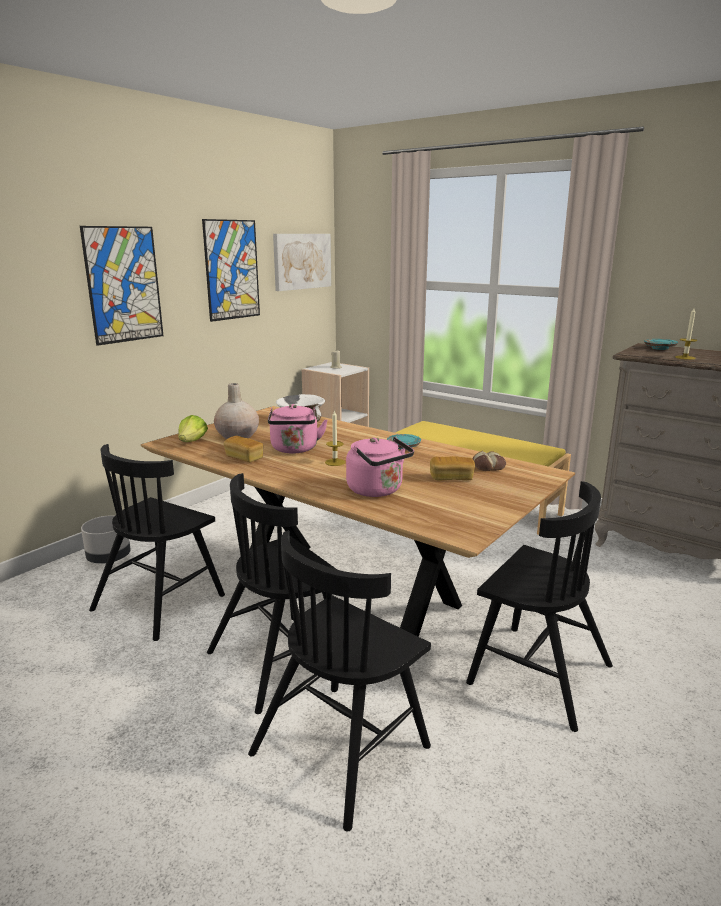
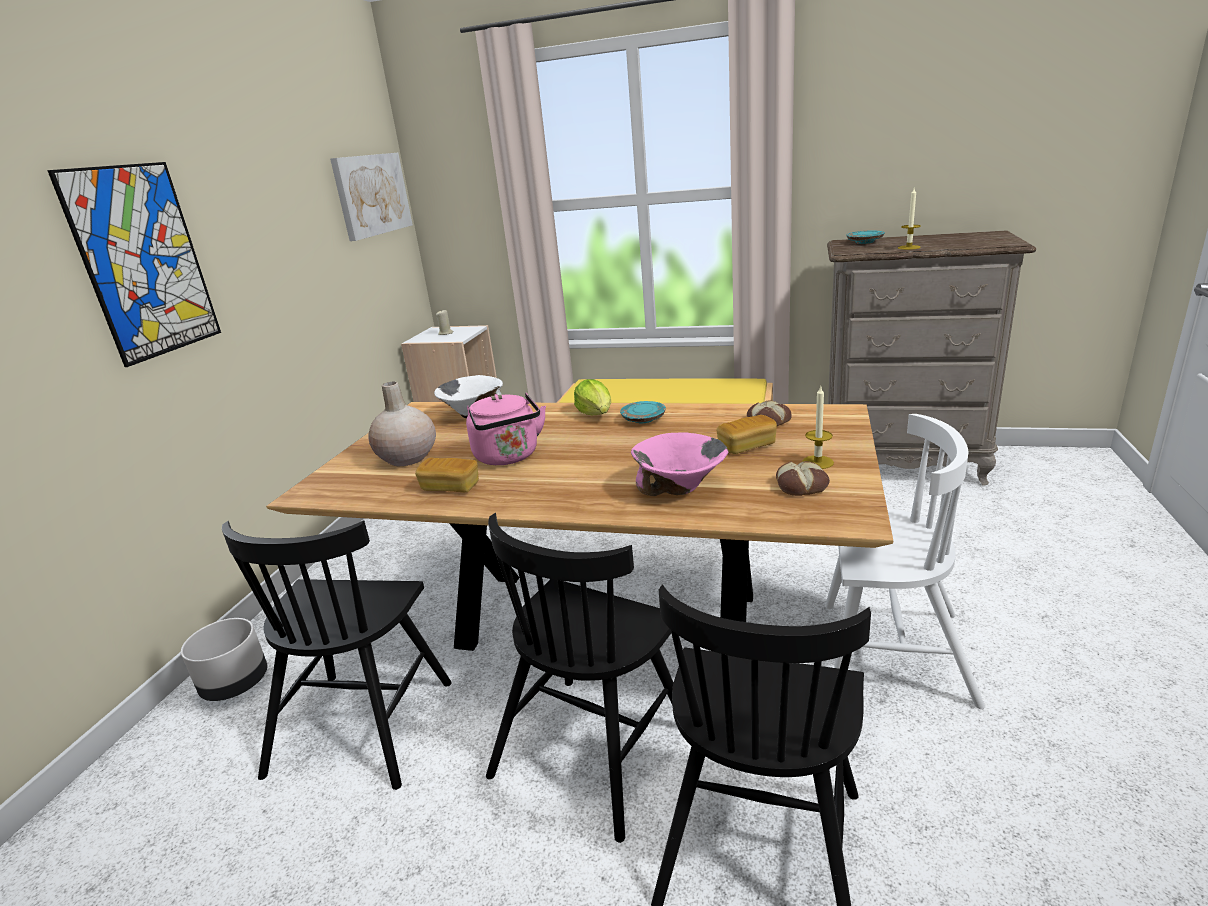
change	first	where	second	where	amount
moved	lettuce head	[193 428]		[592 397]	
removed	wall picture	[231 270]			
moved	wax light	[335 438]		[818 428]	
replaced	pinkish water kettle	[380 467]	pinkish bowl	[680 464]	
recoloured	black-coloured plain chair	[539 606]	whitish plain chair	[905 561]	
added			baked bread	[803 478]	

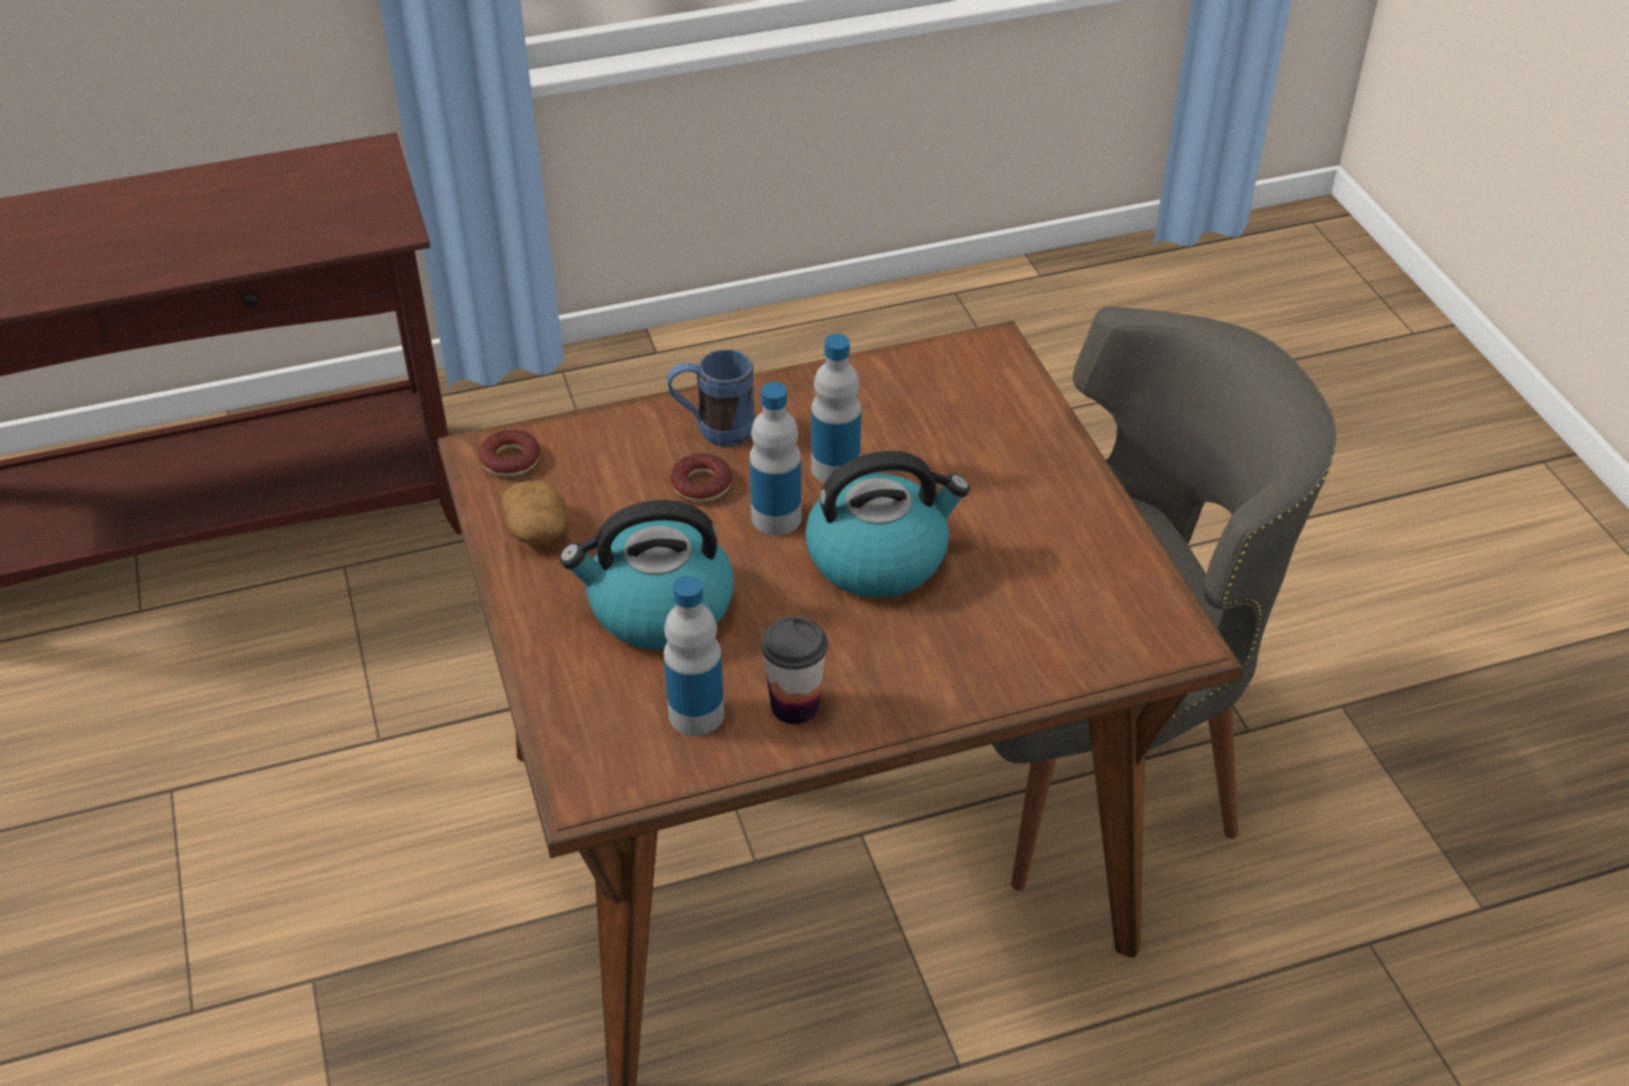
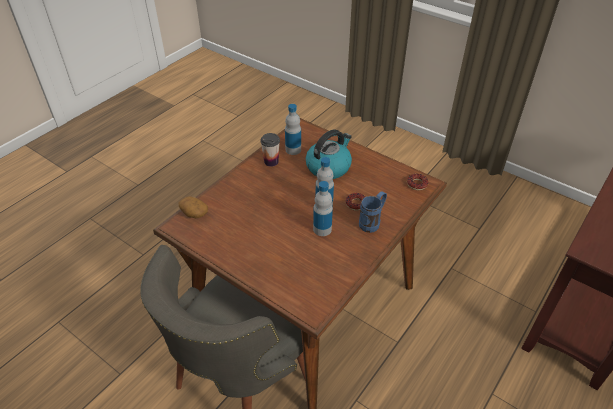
change	first	where	second	where	amount
moved	whole potato	[534 512]		[193 207]	
removed	water kettle	[887 524]			

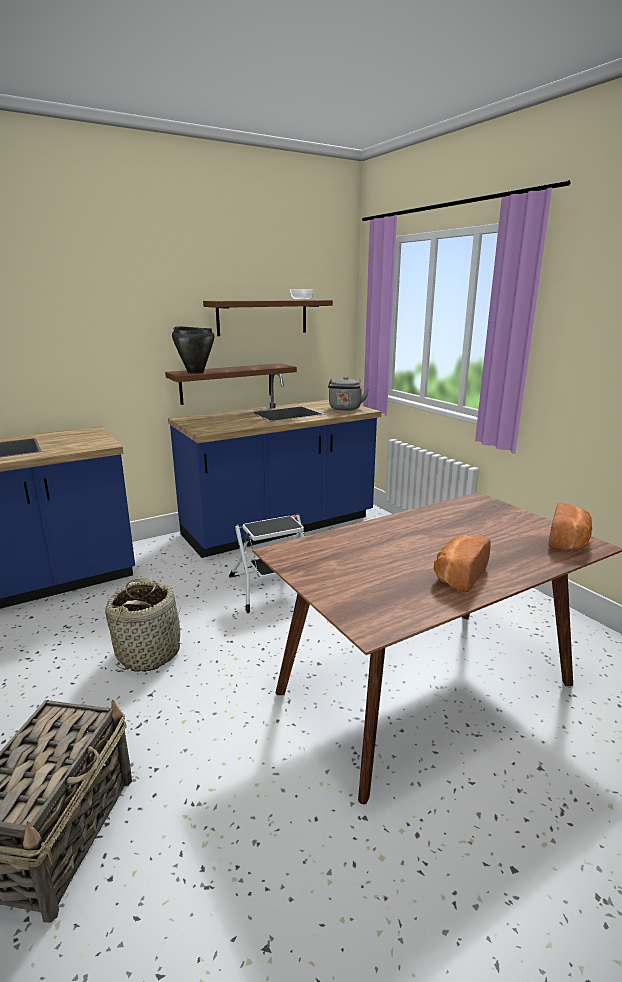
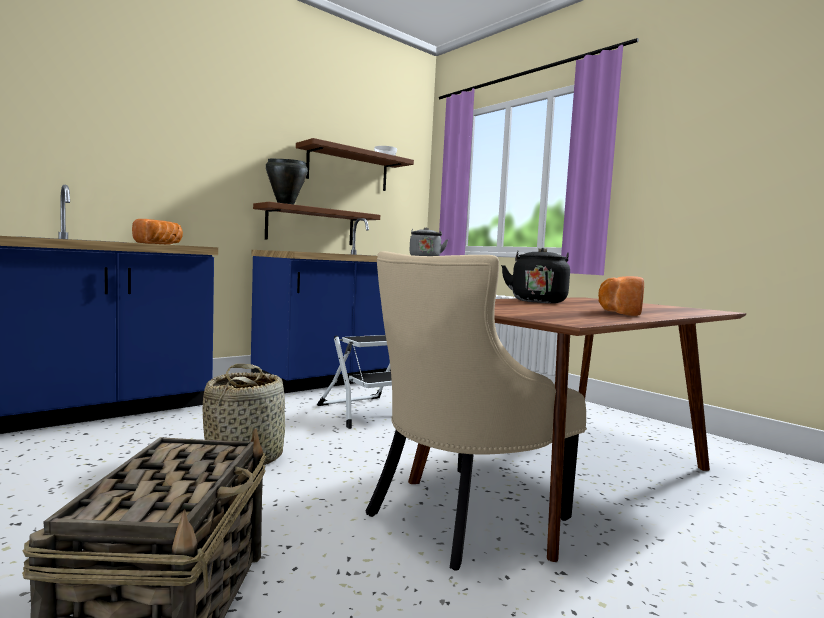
change	first	where	second	where	amount
moved	baked bread	[570 526]		[157 231]	
added			beige-coloured plain chair	[476 411]	
added			black-coloured water kettle	[535 275]	

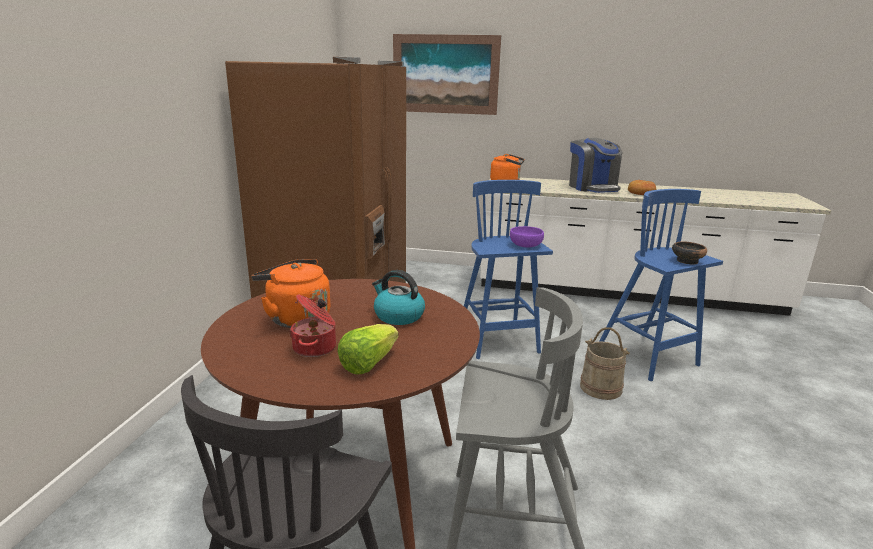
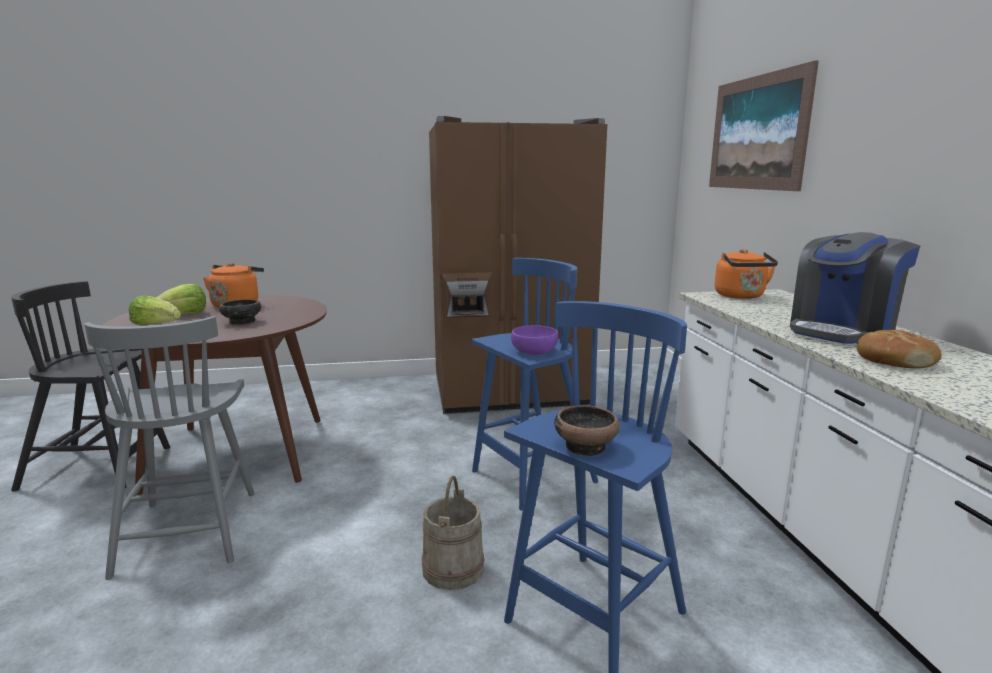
change	first	where	second	where	amount
replaced	cooking pot	[312 326]	lettuce head	[181 299]	
replaced	water kettle	[398 297]	bowl	[240 312]	

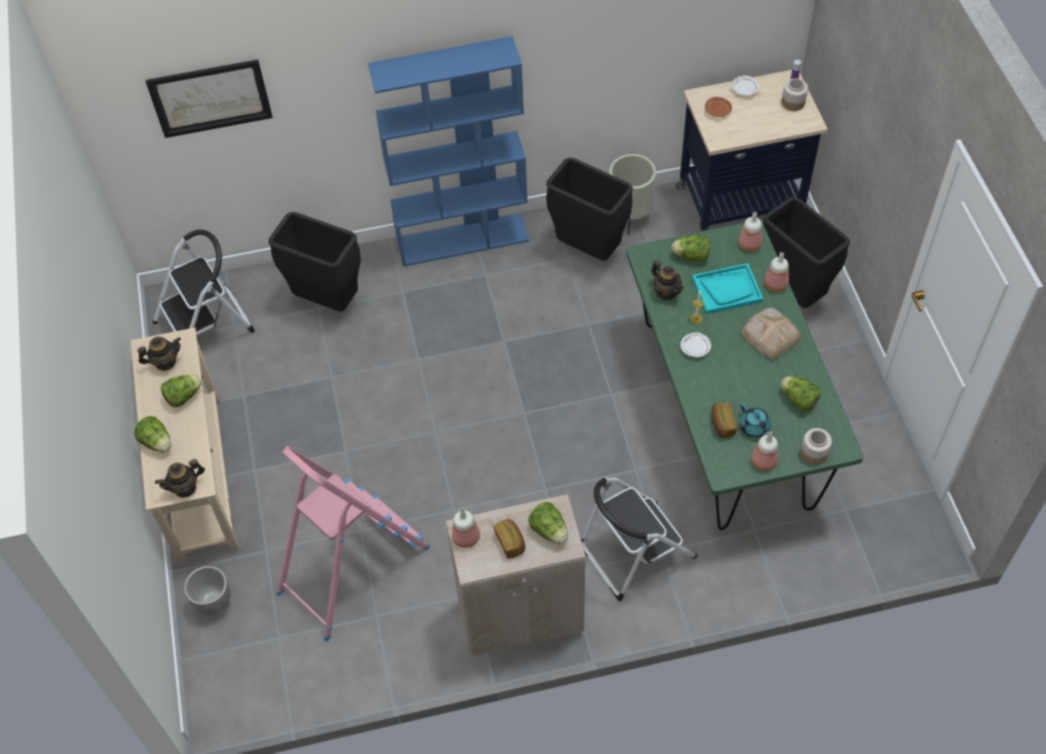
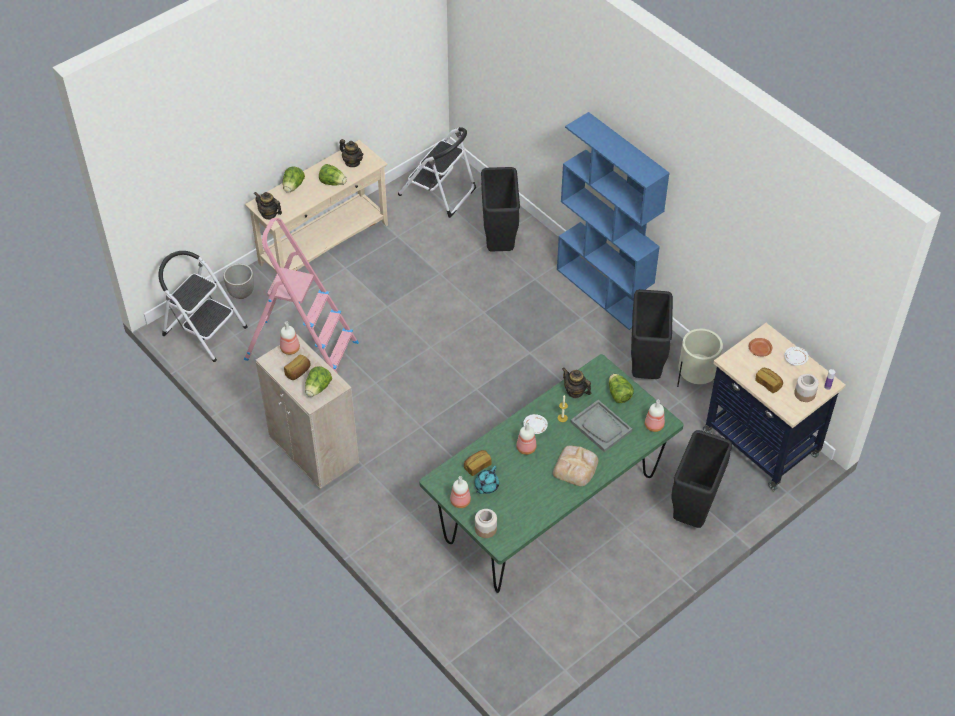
change	first	where	second	where	amount
removed	wall picture	[209 98]			
moved	step stool	[639 539]		[203 306]	
turned	teapot	[667 280]		[576 382]	105 degrees clockwise
recoloured	turquoise serving tray	[727 288]	gray serving tray	[601 426]	
moved	bottle	[776 272]		[526 438]	
removed	lettuce head	[801 394]			
added			baked bread	[769 380]	

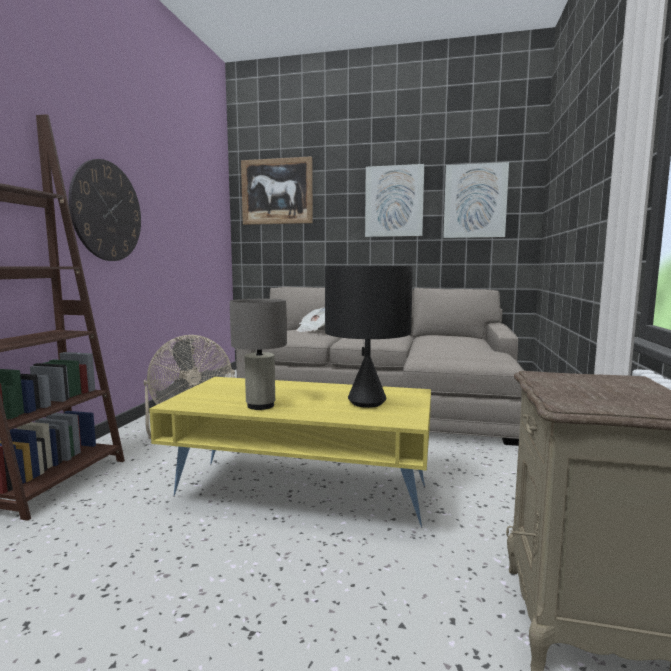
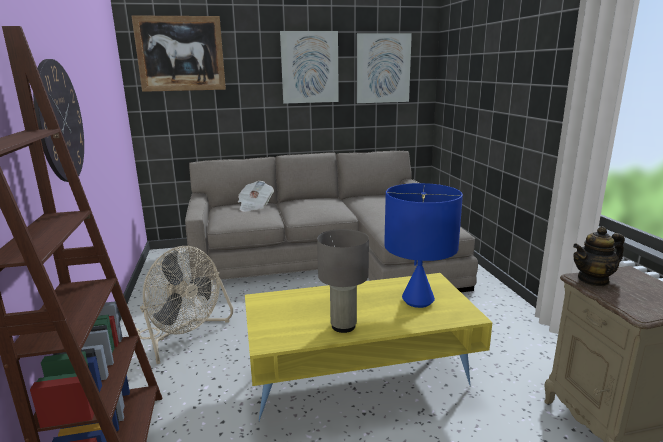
change	first	where	second	where	amount
recoloured	black-coloured lamp for a table	[369 337]	bluish lamp for a table	[423 245]	
added			teapot	[599 256]	

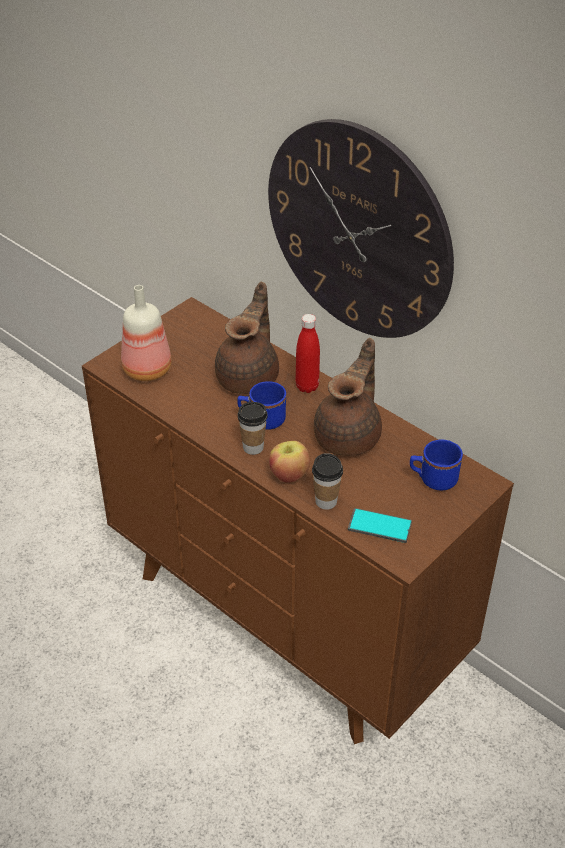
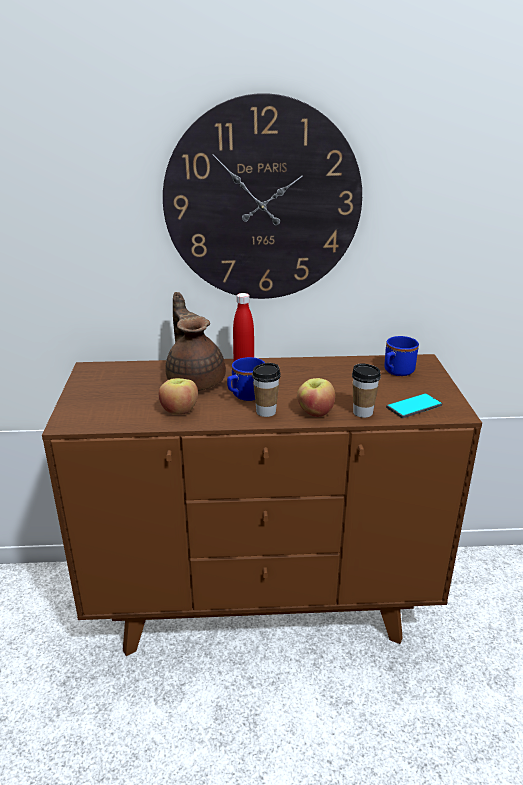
change	first	where	second	where	amount
removed	bottle	[146 333]			
removed	brownish teapot	[348 397]			
added			apple fruit	[178 396]	

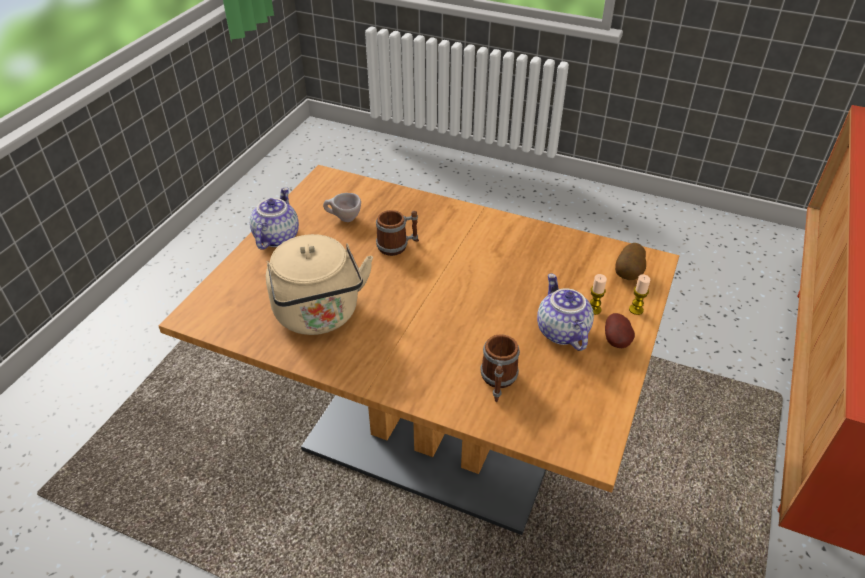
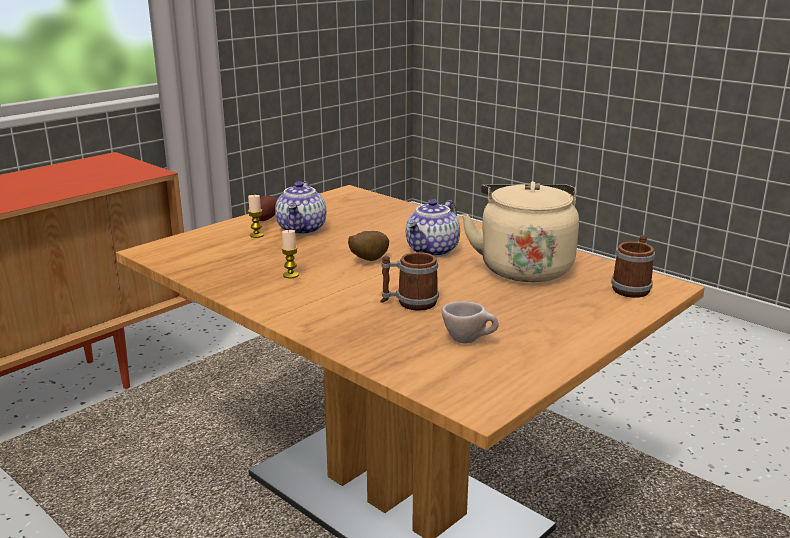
change	first	where	second	where	amount
moved	teapot	[274 218]		[433 228]	
moved	tea mug	[500 368]		[633 266]	
moved	whole potato	[630 261]		[368 246]	
moved	wax light	[639 294]		[290 254]	

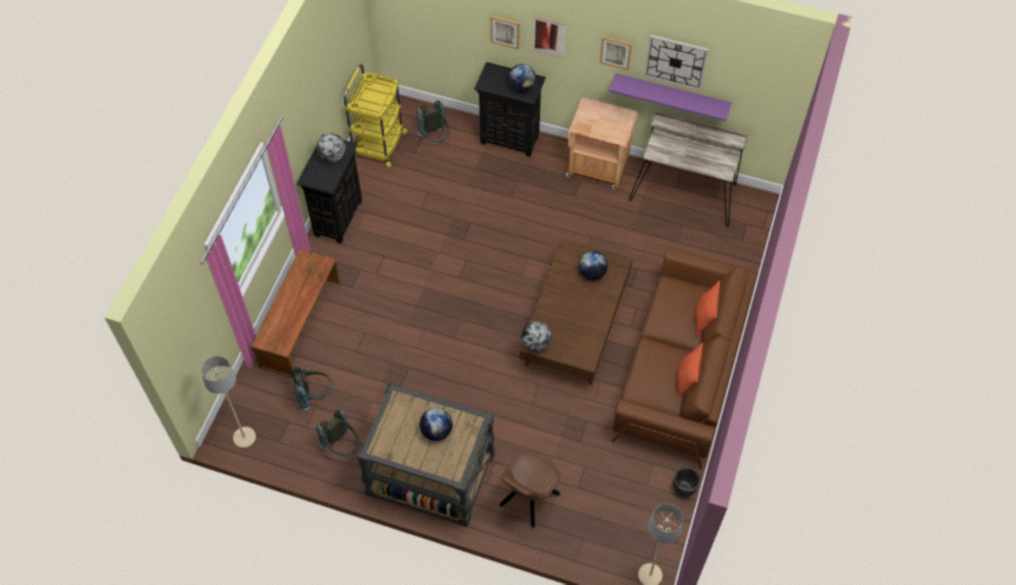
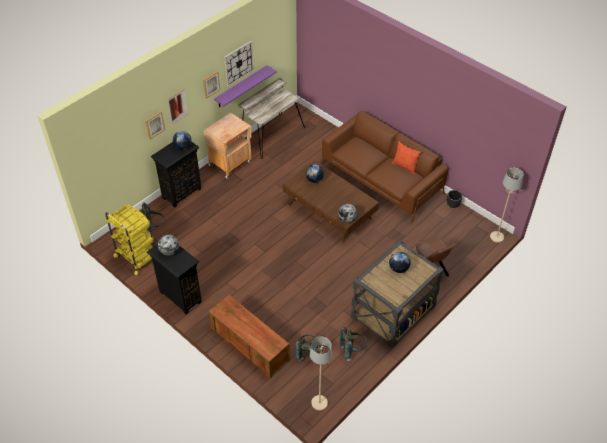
change	first	where	second	where	amount
removed	orange pillow	[707 308]			

